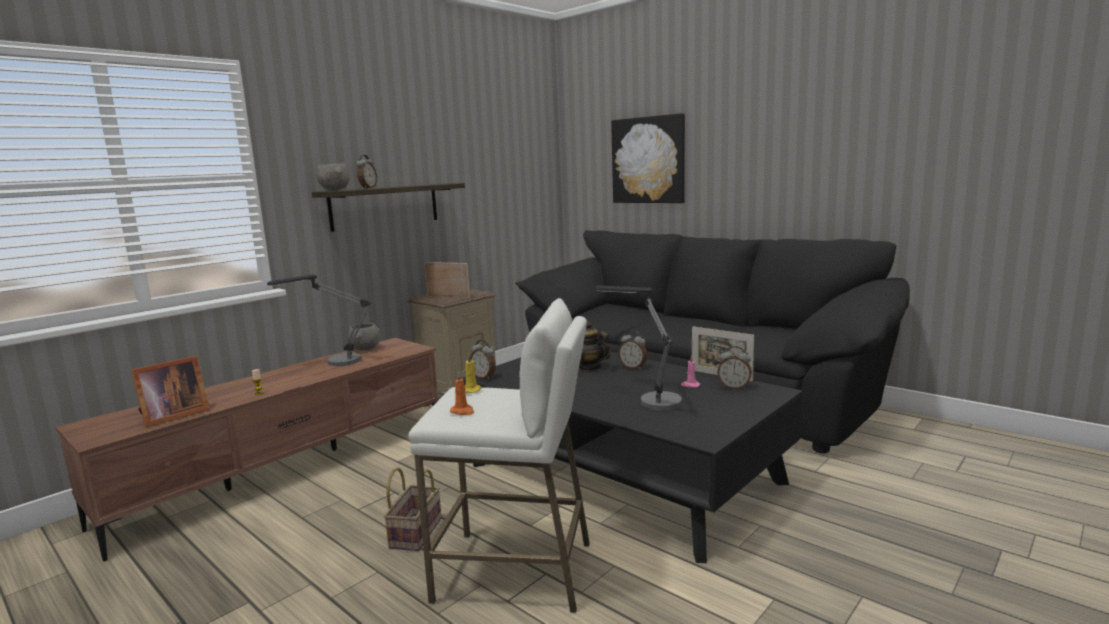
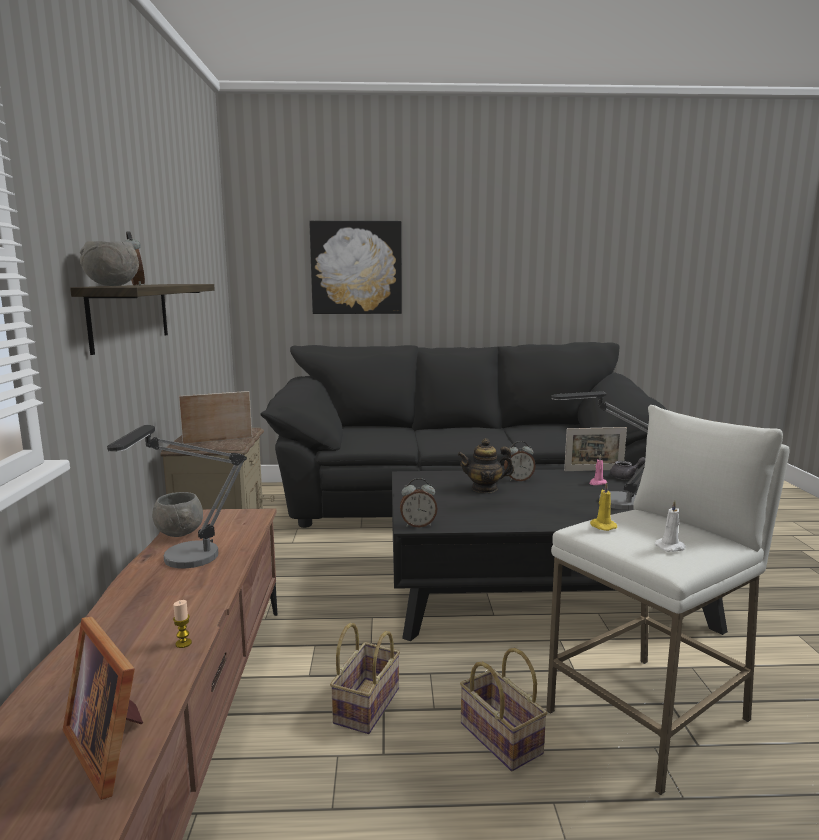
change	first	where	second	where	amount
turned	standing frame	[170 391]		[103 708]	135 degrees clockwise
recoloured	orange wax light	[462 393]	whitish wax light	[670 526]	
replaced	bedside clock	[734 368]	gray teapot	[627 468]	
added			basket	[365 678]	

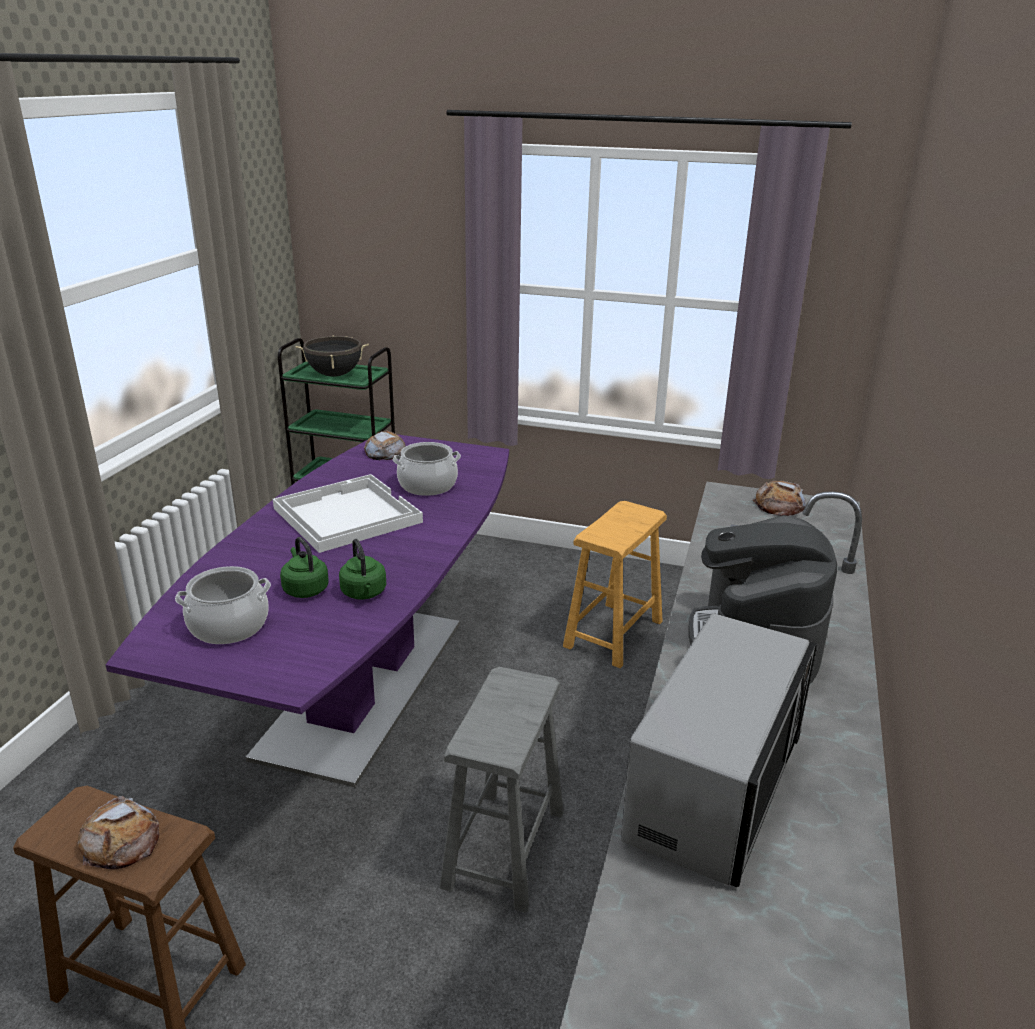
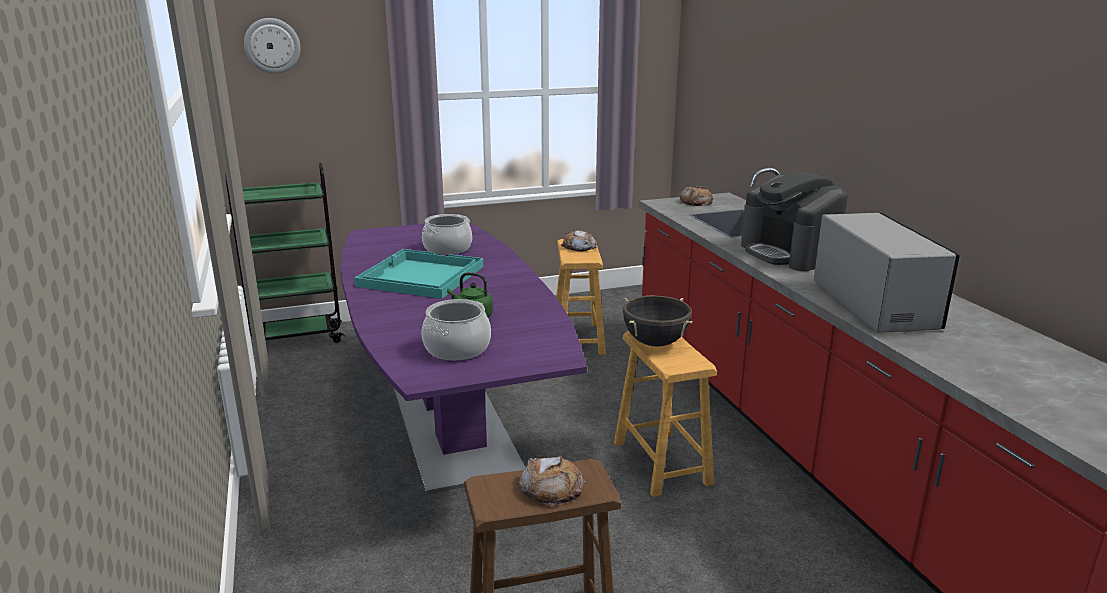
change	first	where	second	where	amount
recoloured	whitish serving tray	[348 513]	turquoise serving tray	[418 274]	
moved	black-coloured cooking pot	[332 356]		[658 320]	
removed	greenish water kettle	[362 569]			
moved	baked bread	[385 445]		[579 240]	
recoloured	gray sitting stool	[501 790]	brownish sitting stool	[665 414]	
added			clock on the wall	[272 46]	

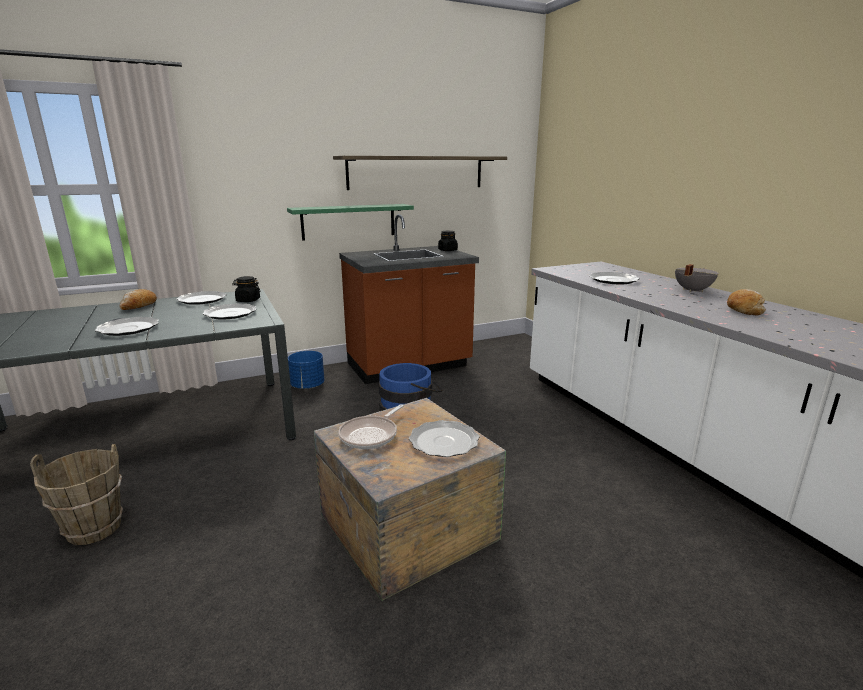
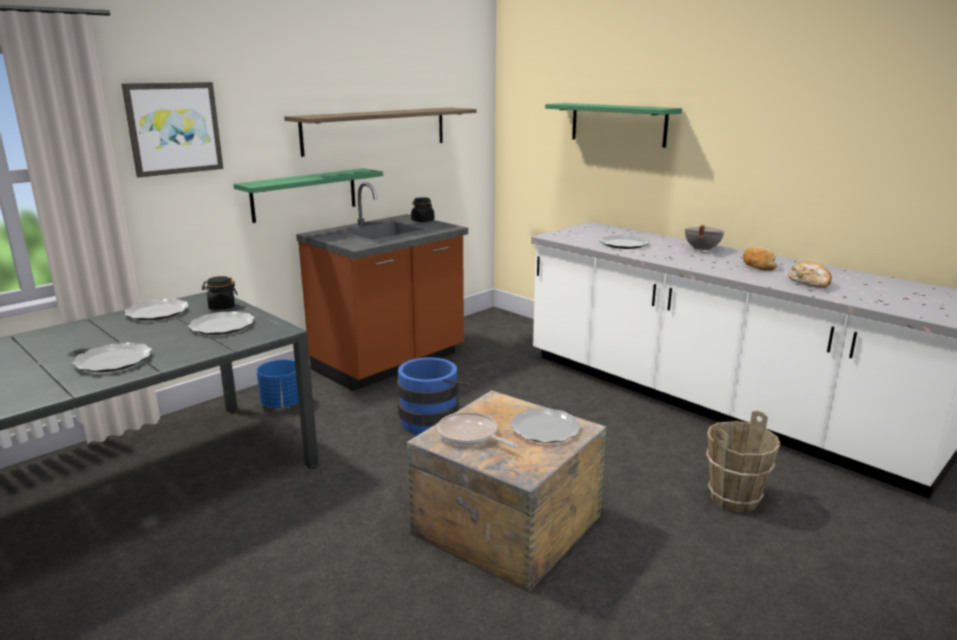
change	first	where	second	where	amount
moved	brownish bucket	[76 494]		[743 461]	
moved	baked bread	[138 299]		[810 274]	
turned	frying pan	[371 426]		[477 430]	120 degrees clockwise
added			wall picture	[172 130]	
added			greenish shelf	[613 125]	

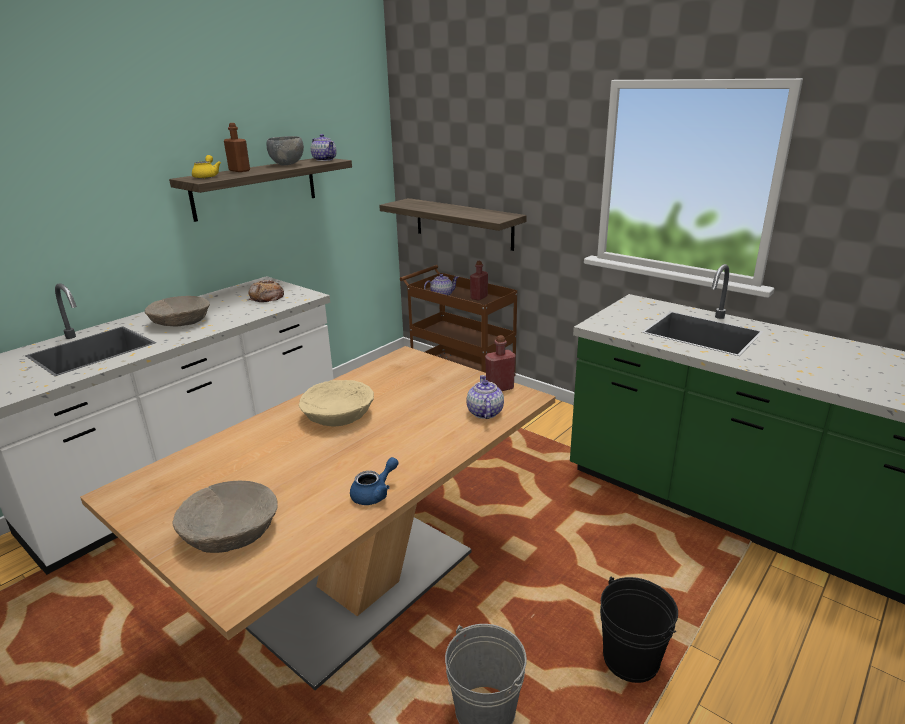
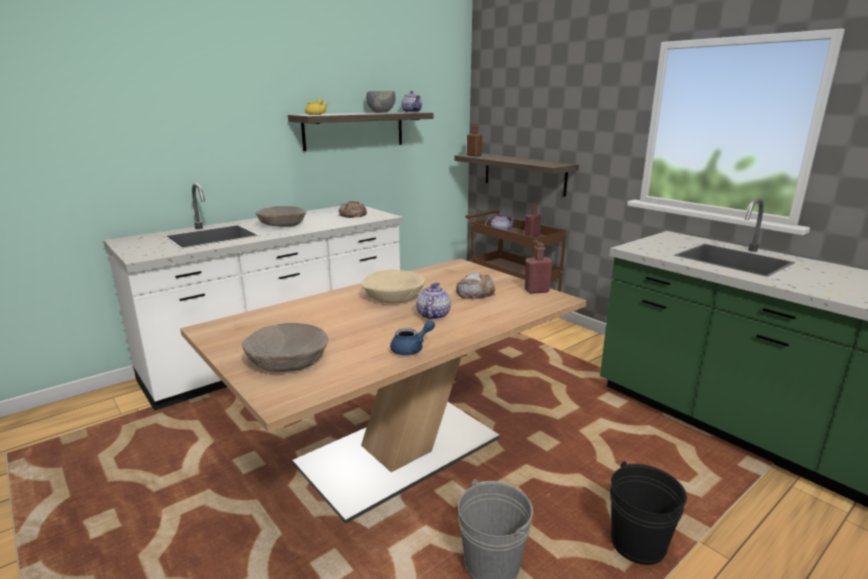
change	first	where	second	where	amount
moved	brownish bottle	[237 147]		[474 139]	
moved	teapot	[485 397]		[433 301]	
added			baked bread	[475 286]	

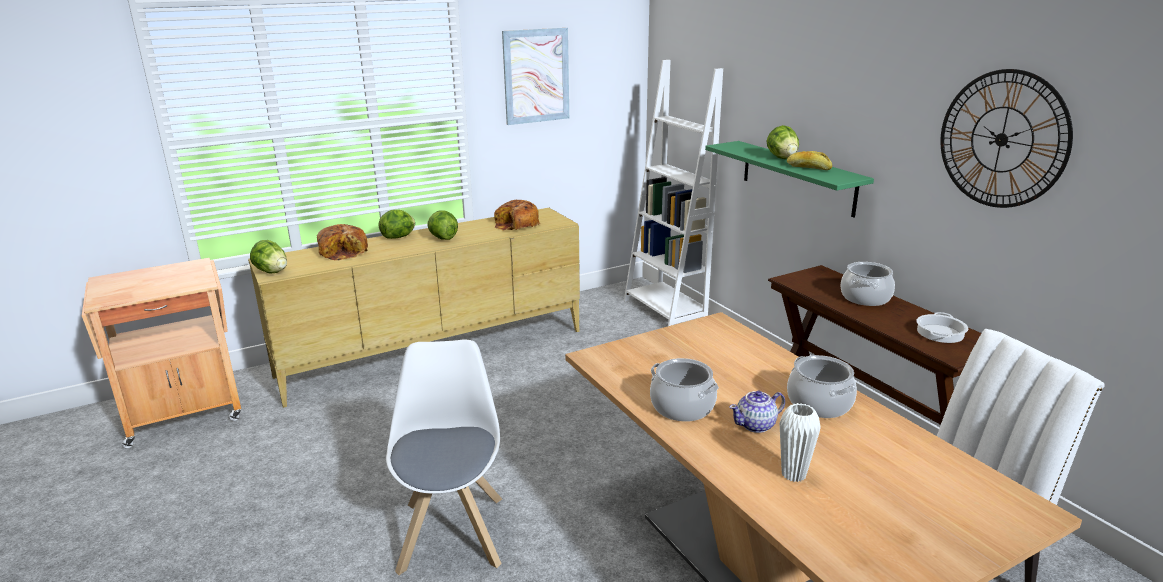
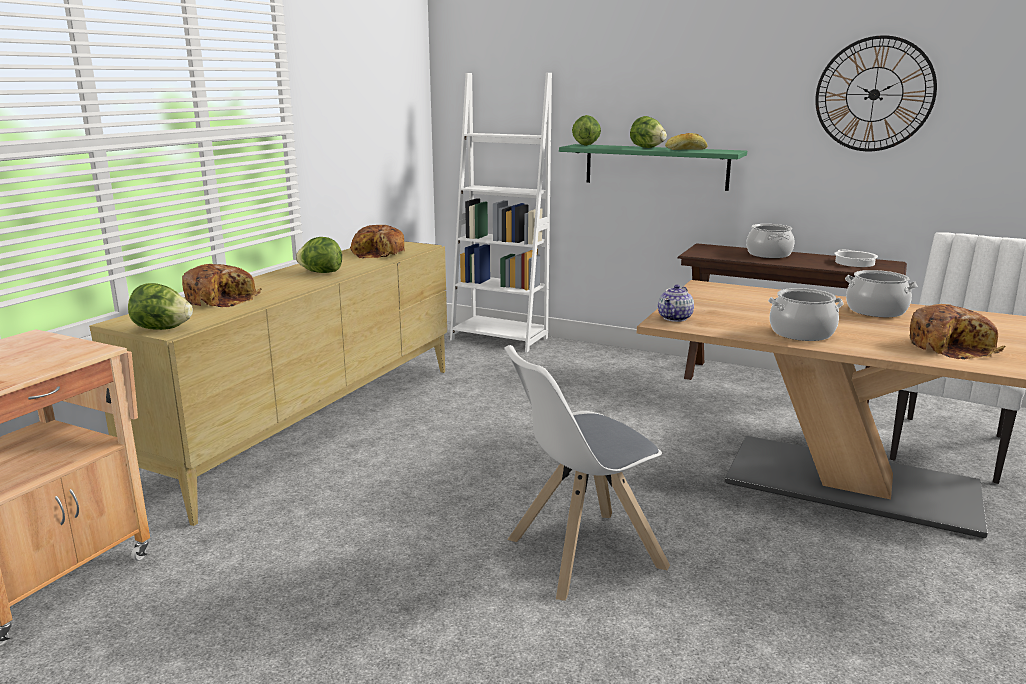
change	first	where	second	where	amount
moved	lettuce head	[397 224]		[586 130]	
turned	plain chair	[444 457]		[587 473]	75 degrees counterclockwise
removed	wall picture	[535 76]			
moved	teapot	[757 412]		[676 303]	
replaced	whitish decorative vase	[800 442]	baked bread	[957 332]	

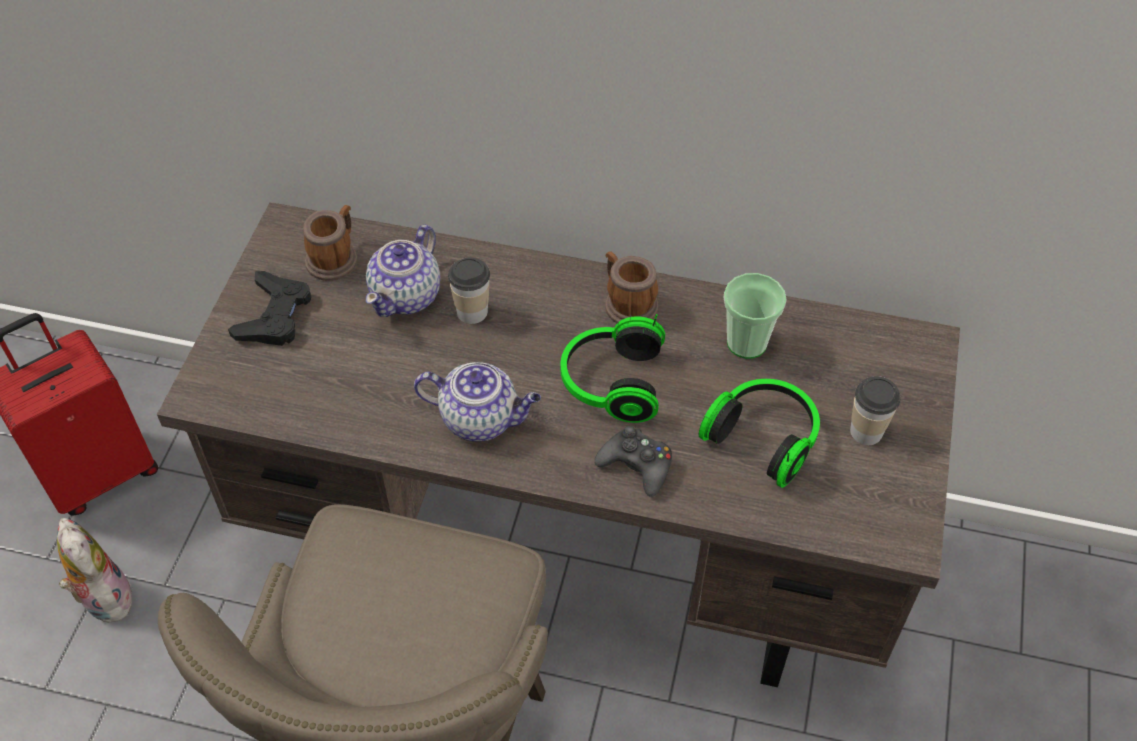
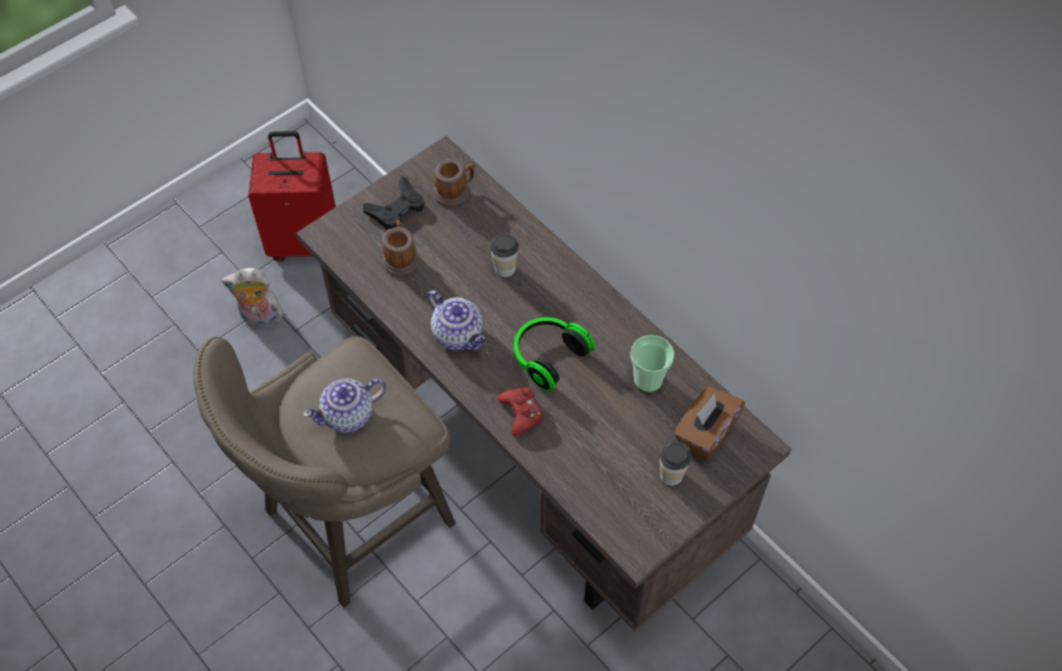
change	first	where	second	where	amount
turned	soft toy	[96 570]		[252 299]	90 degrees counterclockwise
moved	teapot	[403 271]		[344 405]	
recoloured	black-coloured joypad	[633 461]	reddish joypad	[521 411]	
moved	tea mug	[631 287]		[400 248]	
removed	headphones	[759 433]			
added			brownish box of tissues	[709 423]	

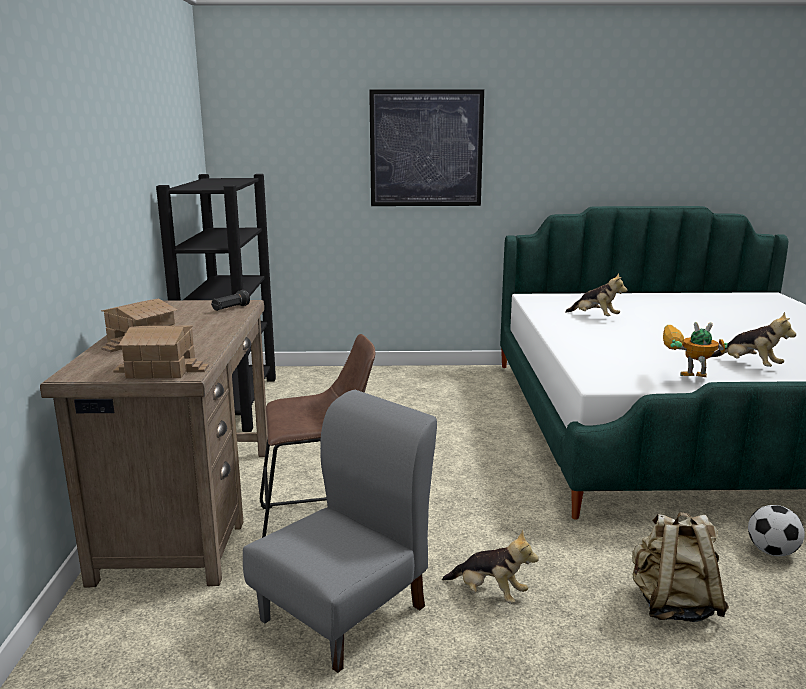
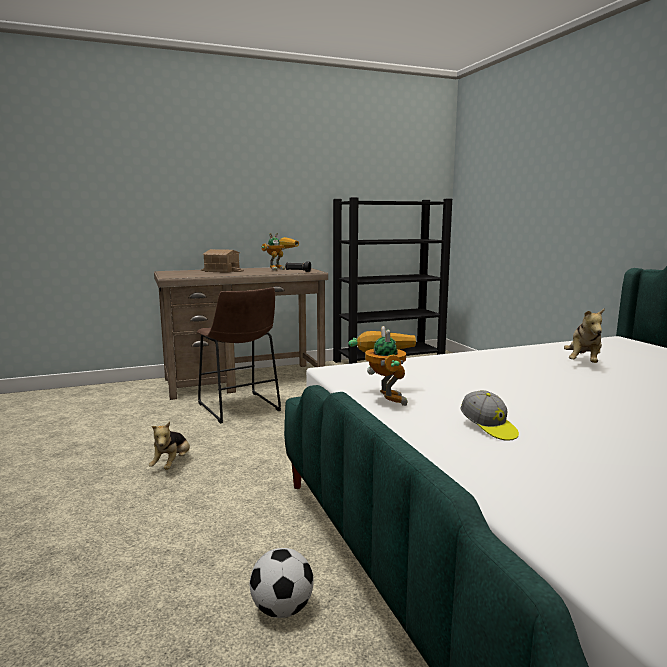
change	first	where	second	where	amount
removed	model house	[161 352]			
removed	gray plain chair	[340 531]			
removed	wall picture	[426 147]			
removed	beige-coloured backpack	[680 567]			
replaced	soft toy	[753 339]	peaked cap	[489 415]	
added			robot figure	[280 252]	

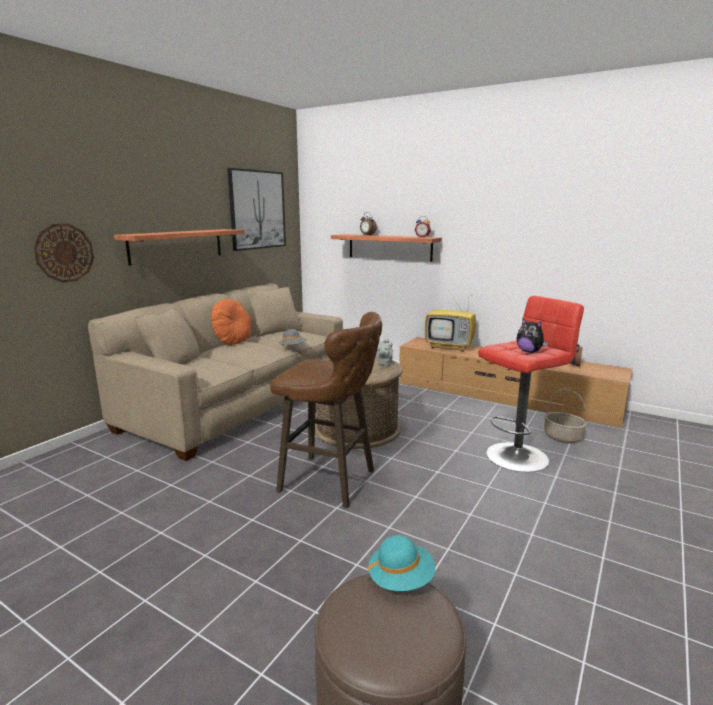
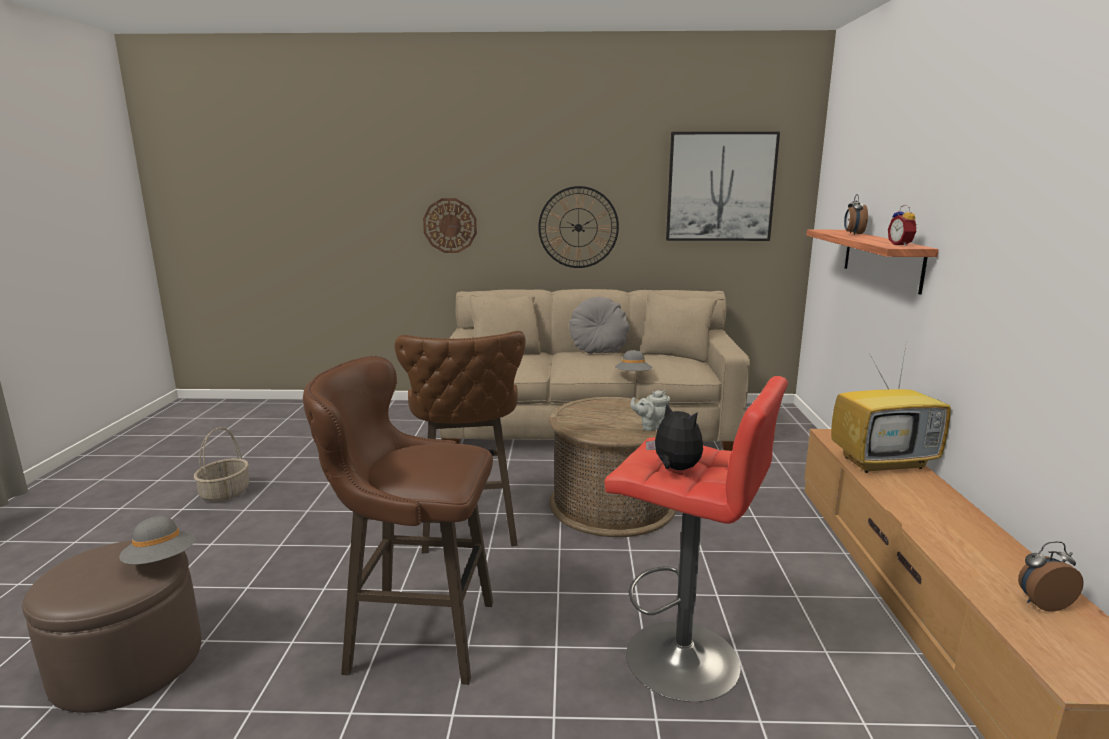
change	first	where	second	where	amount
replaced	shelf	[179 247]	clock on the wall	[578 227]	
recoloured	orange pillow	[231 322]	gray pillow	[599 325]	
recoloured	turquoise wearable hat	[401 563]	gray wearable hat	[157 540]	
turned	TV	[450 319]		[891 406]	90 degrees counterclockwise
turned	soft toy	[532 335]		[674 437]	120 degrees clockwise
moved	basket	[565 415]		[221 464]	
added			brownish sitting stool	[398 520]	

